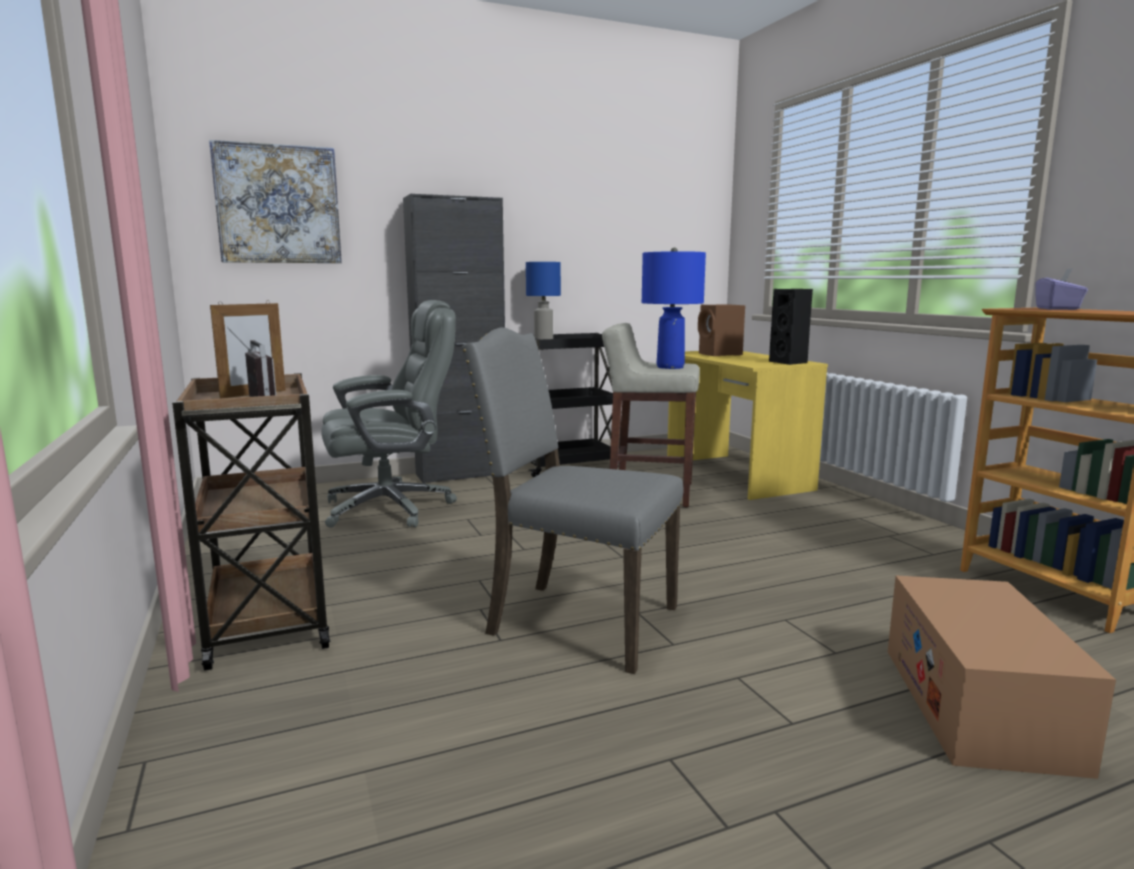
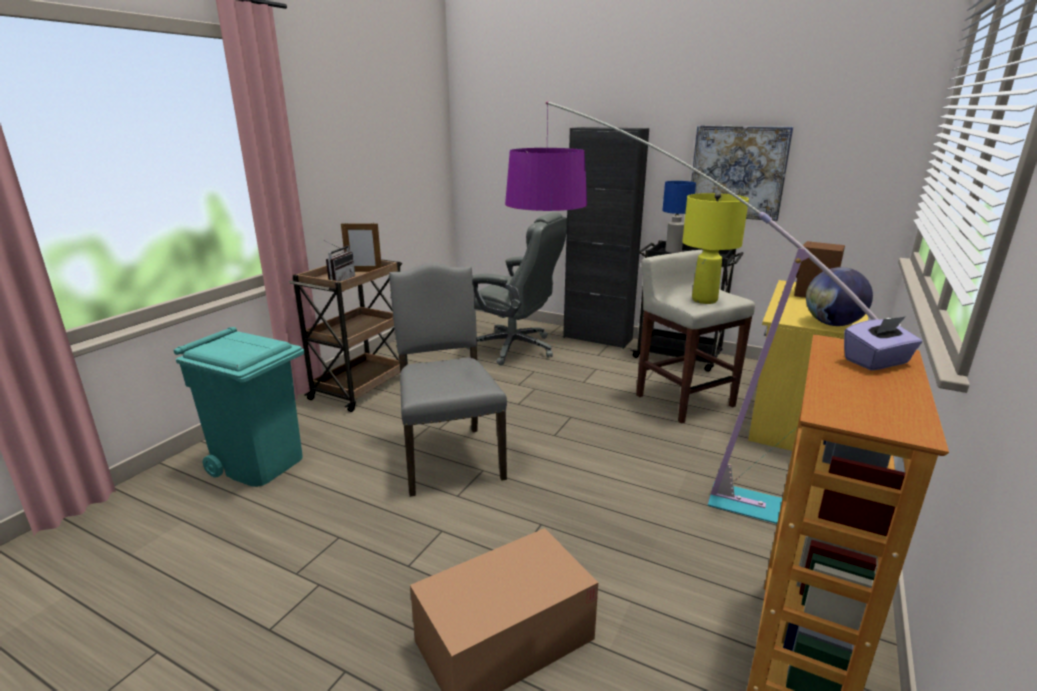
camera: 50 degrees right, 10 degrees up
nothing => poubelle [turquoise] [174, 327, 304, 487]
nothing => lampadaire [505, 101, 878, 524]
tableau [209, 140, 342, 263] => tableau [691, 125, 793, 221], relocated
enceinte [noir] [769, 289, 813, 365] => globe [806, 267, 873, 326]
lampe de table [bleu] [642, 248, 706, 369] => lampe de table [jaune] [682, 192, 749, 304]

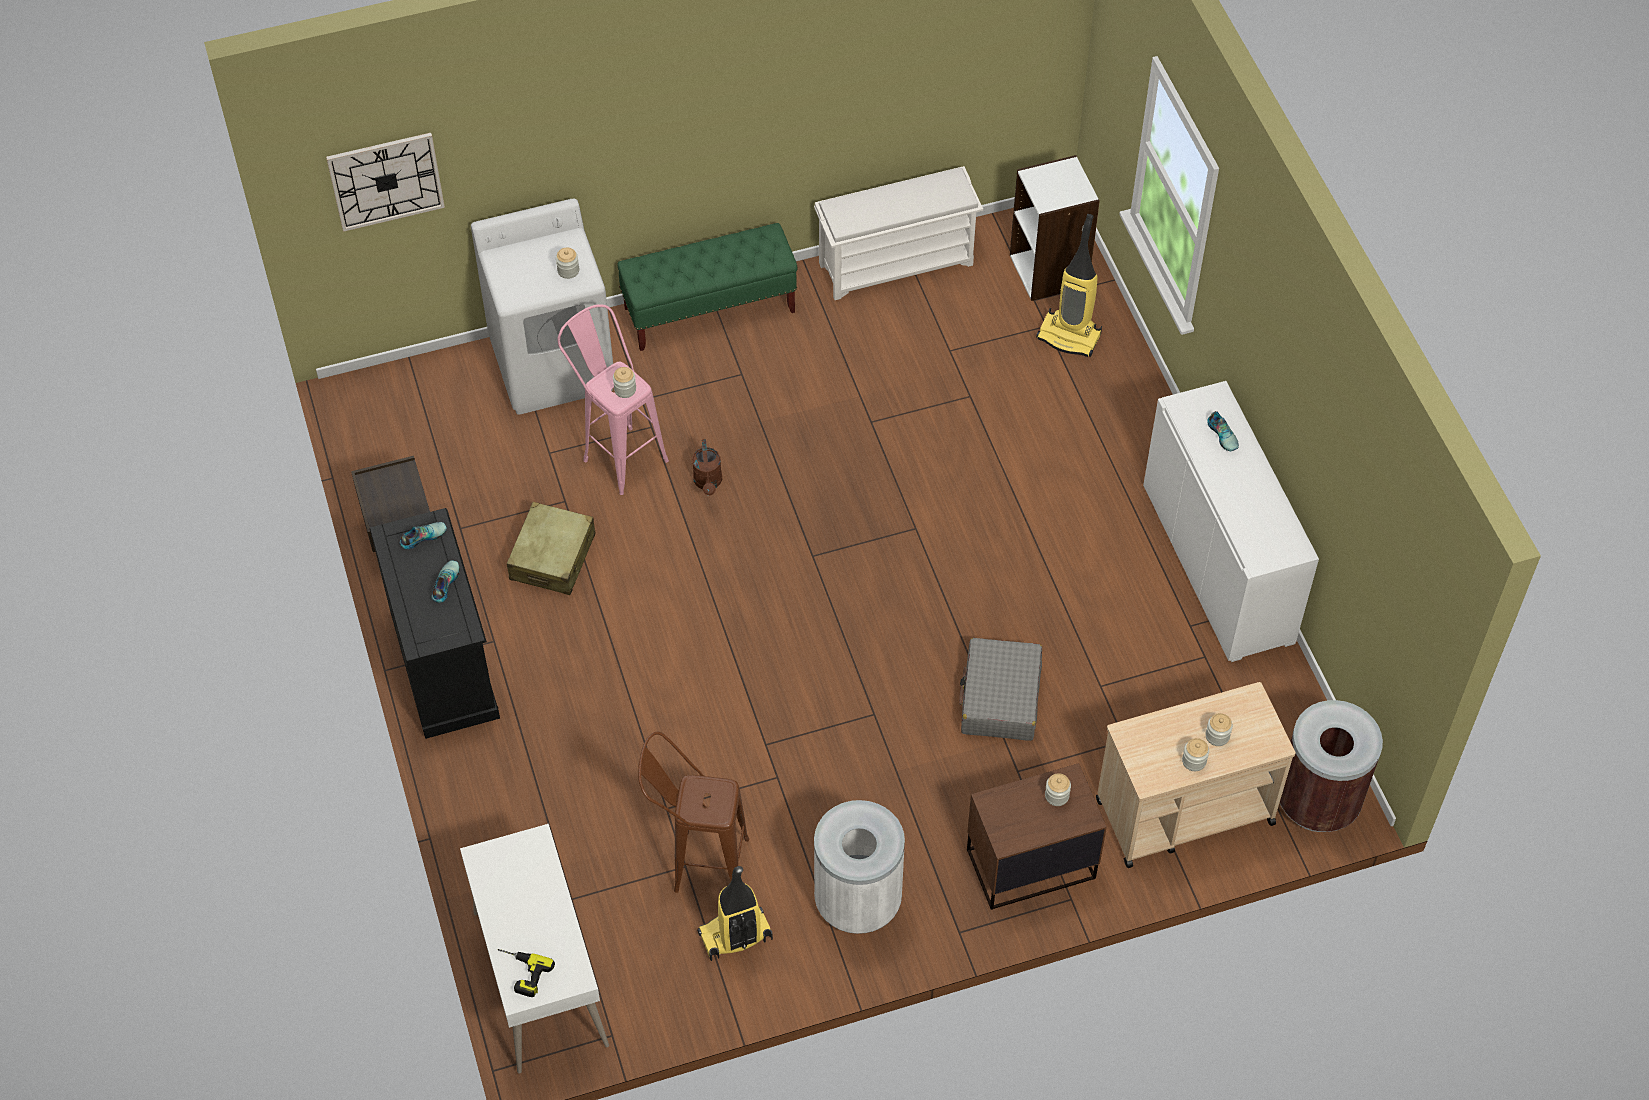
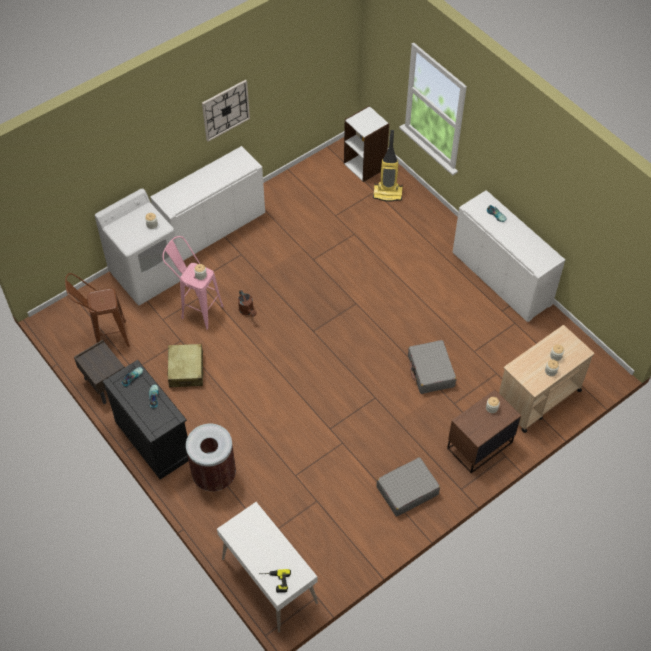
camera: 20 degrees left, 0 degrees up
aspirateur [697, 866, 773, 961] => nothing
étagère à chaussures [blanc] [814, 166, 983, 300] => nothing
horloge murale [326, 133, 445, 232] => horloge murale [202, 80, 250, 142], relocated
tabouret [marron] [638, 732, 749, 893] => tabouret [marron] [65, 273, 130, 347], relocated
poubelle [marron] [1280, 700, 1383, 832] => poubelle [marron] [186, 424, 236, 491], relocated
banc [vert] [618, 223, 797, 351] => meuble de rangement [blanc] [150, 146, 265, 261]
poubelle [blanc] [814, 800, 905, 934] => valise [gris] [376, 457, 440, 517]

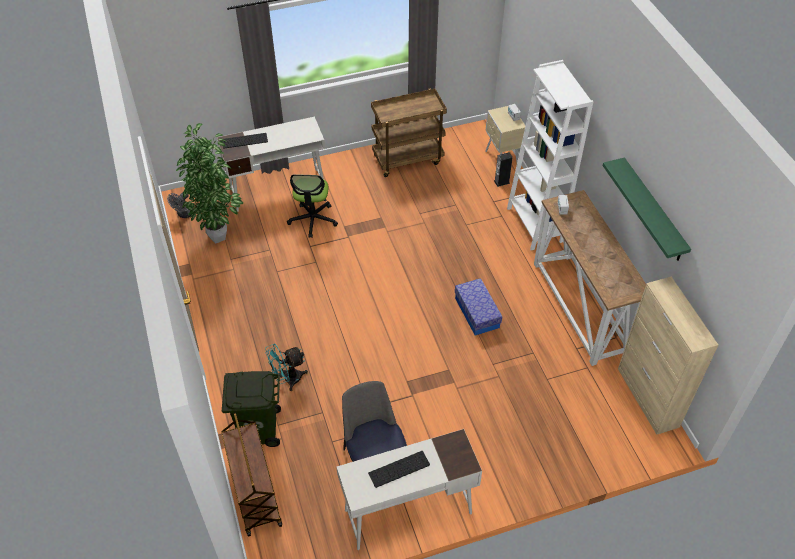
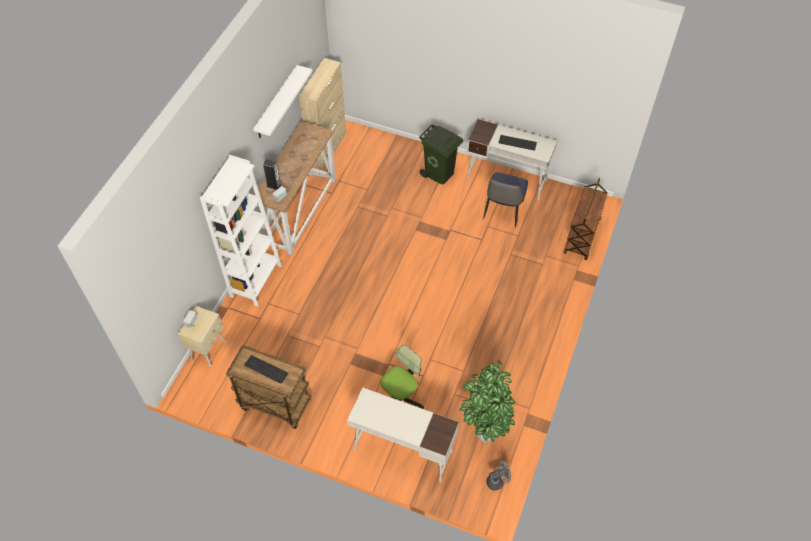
camera: 140 degrees left, 5 degrees up
ventilateur [turquoise] [265, 343, 308, 391] => nothing
boîte de rangement [455, 278, 502, 335] => nothing
clavier [222, 133, 268, 149] => clavier [244, 355, 288, 383], relocated
poubelle [vert] [222, 371, 281, 447] => poubelle [vert] [419, 124, 463, 184], relocated
enceinte [494, 152, 512, 187] => enceinte [263, 159, 282, 190], relocated
étagère [vert] [603, 157, 691, 261] => étagère [blanc] [253, 65, 313, 138]

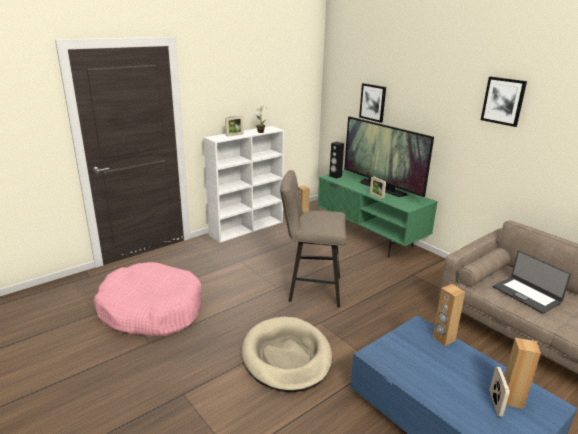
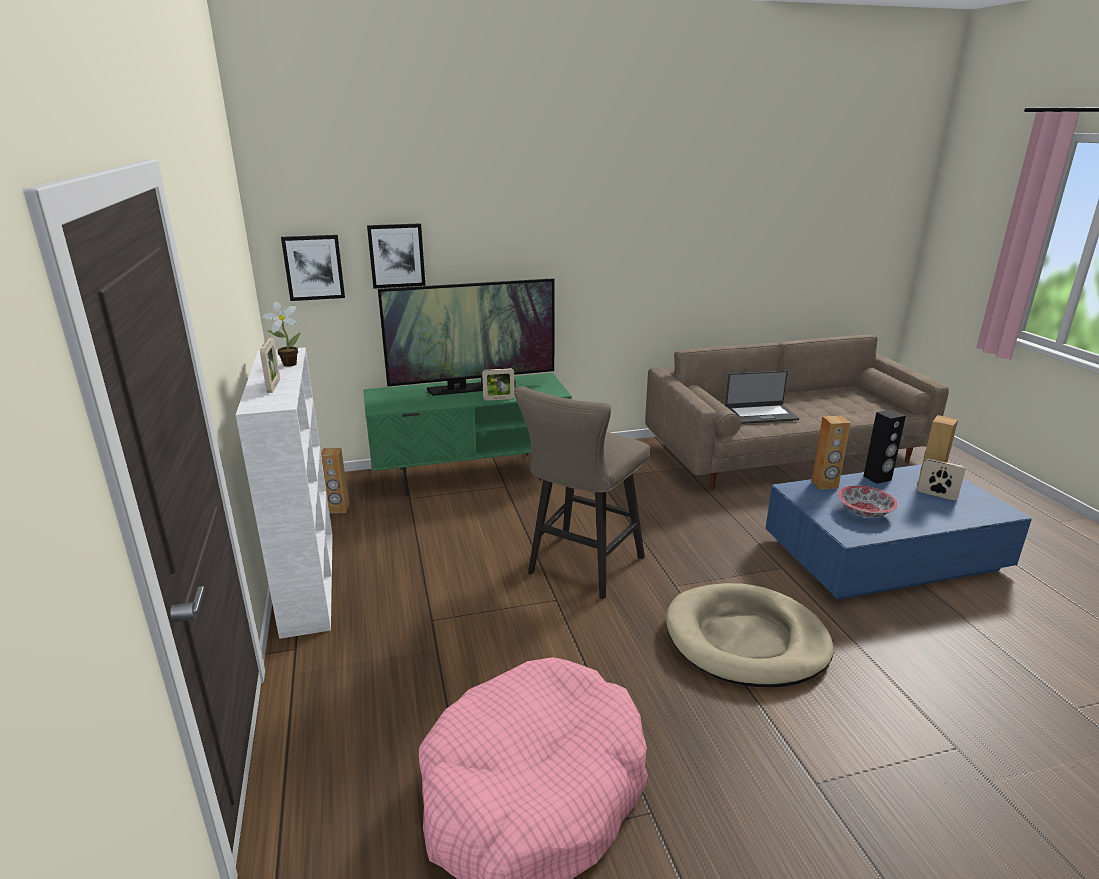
camera: 65 degrees left, 0 degrees up
nothing => bol [838, 485, 898, 517]
enceinte [noir] [329, 142, 344, 179] => enceinte [noir] [864, 409, 906, 484], relocated
tableau [481, 77, 527, 127] => tableau [281, 235, 345, 301], relocated

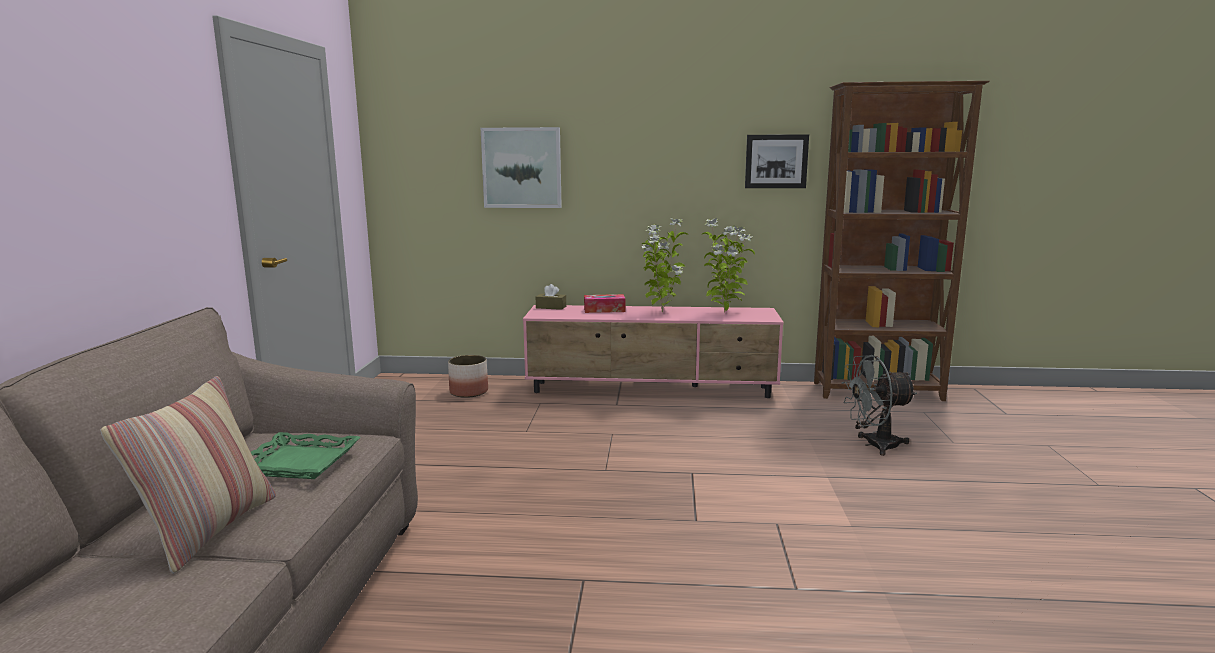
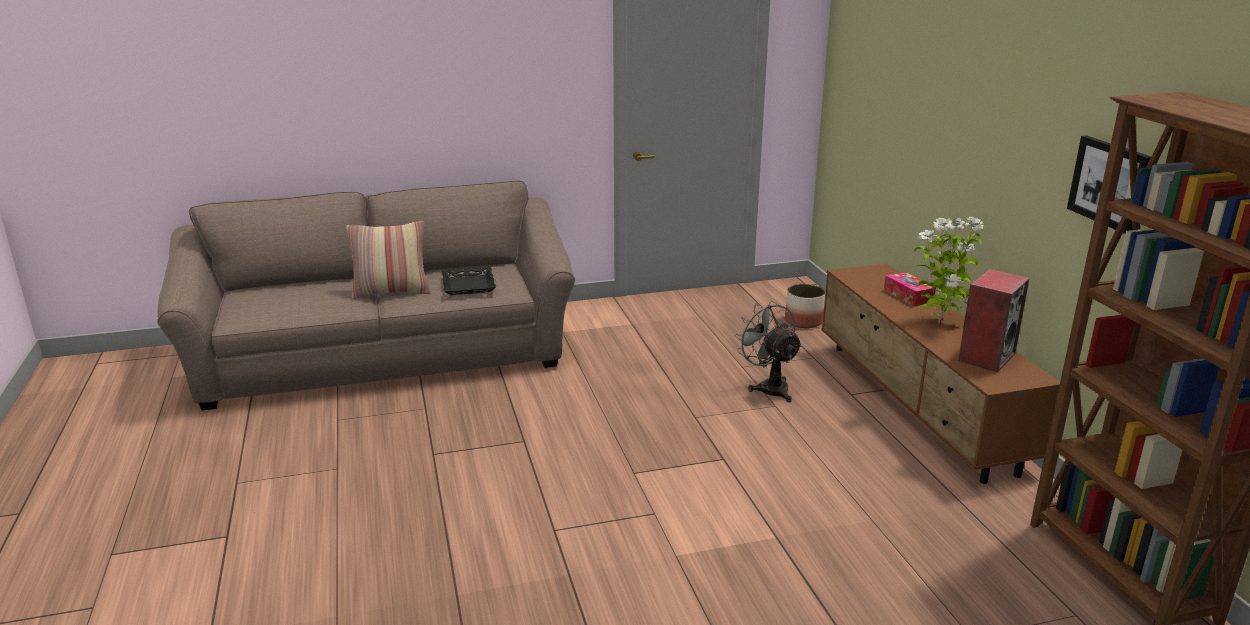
camera: 70 degrees right, 10 degrees up
tableau [481, 127, 562, 208] => nothing
boîte à mouchoirs [marron] [536, 284, 566, 310] => nothing
ventilateur [gris] [841, 355, 917, 456] => ventilateur [gris] [734, 301, 803, 402], relocated
plante en pot [702, 218, 755, 313] => enceinte [958, 269, 1029, 372]
plateau [vert] [251, 432, 361, 479] => plateau [noir] [442, 267, 496, 295]
meuble télé [rose] [523, 305, 784, 398] => meuble télé [marron] [822, 264, 1060, 484]

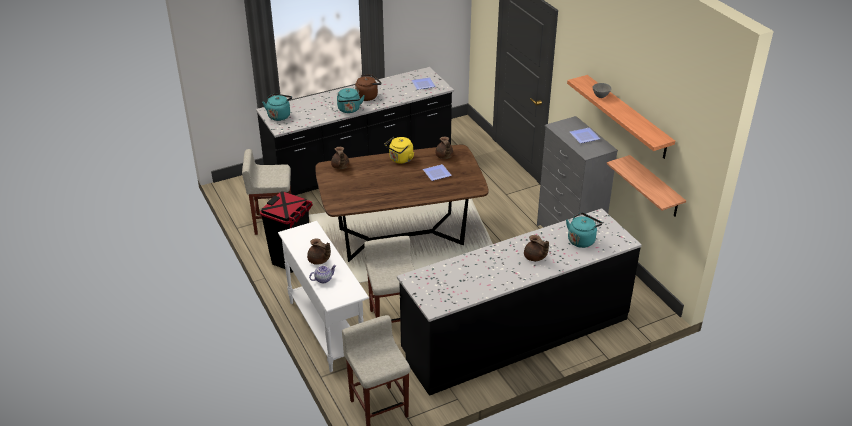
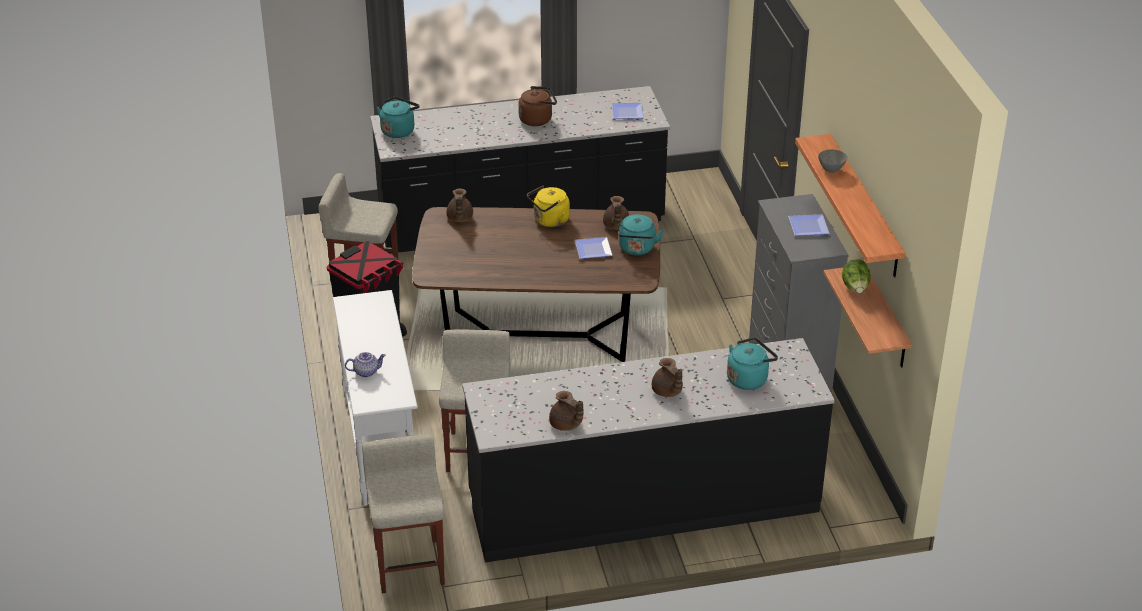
camera: 15 degrees right, 0 degrees up
nothing => laitue [842, 259, 871, 293]
théière [marron] [307, 239, 331, 265] => théière [marron] [549, 391, 583, 431], relocated
bouilloire [turquoise] [337, 88, 365, 113] => bouilloire [turquoise] [618, 214, 664, 255], relocated

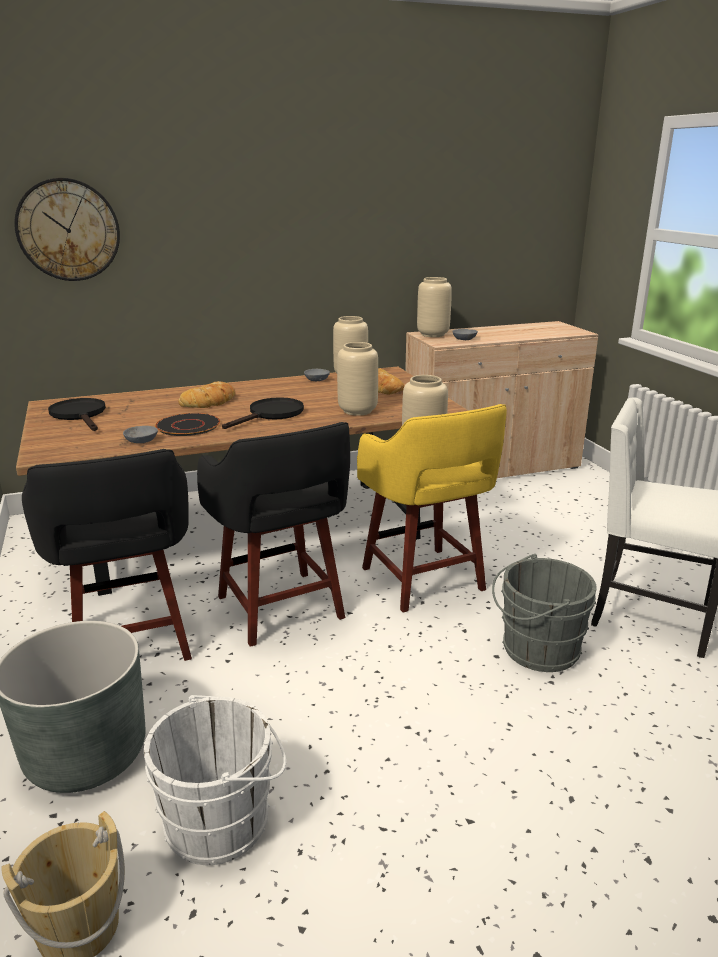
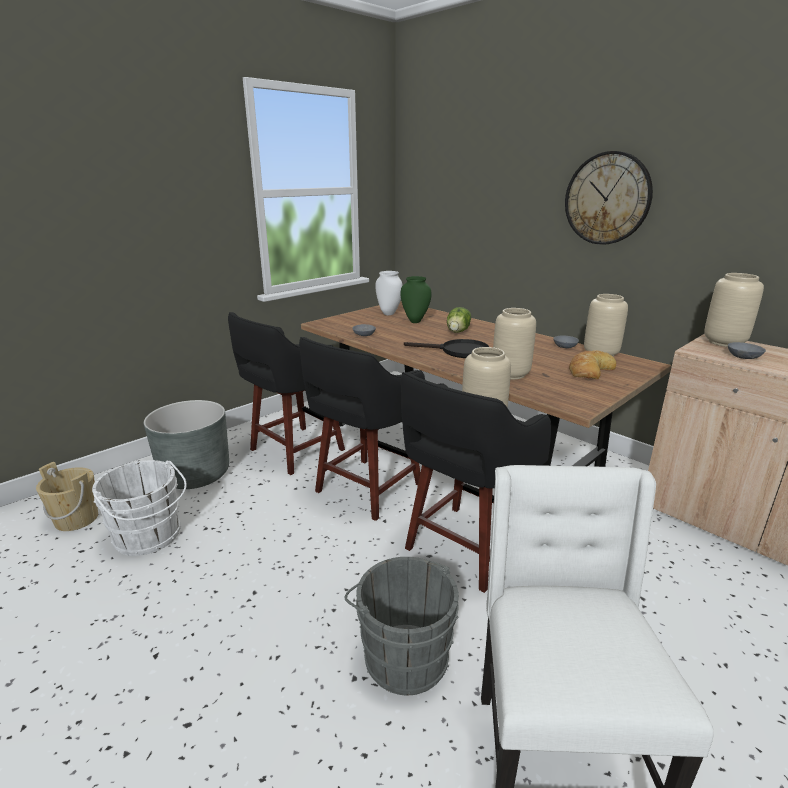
camera: 65 degrees right, 0 degrees up
assiette [noir] [155, 413, 220, 436] => nothing
nothing => vase [vert] [401, 276, 431, 323]
horloge murale [14, 178, 120, 281] => horloge murale [565, 151, 653, 245], relocated
poêle [noir] [48, 398, 106, 431] => vase [blanc] [375, 271, 403, 315]
pain [178, 381, 235, 408] => laitue [447, 307, 471, 333]
tabouret [jaune] [357, 404, 507, 613] => tabouret [noir] [401, 372, 551, 593]

